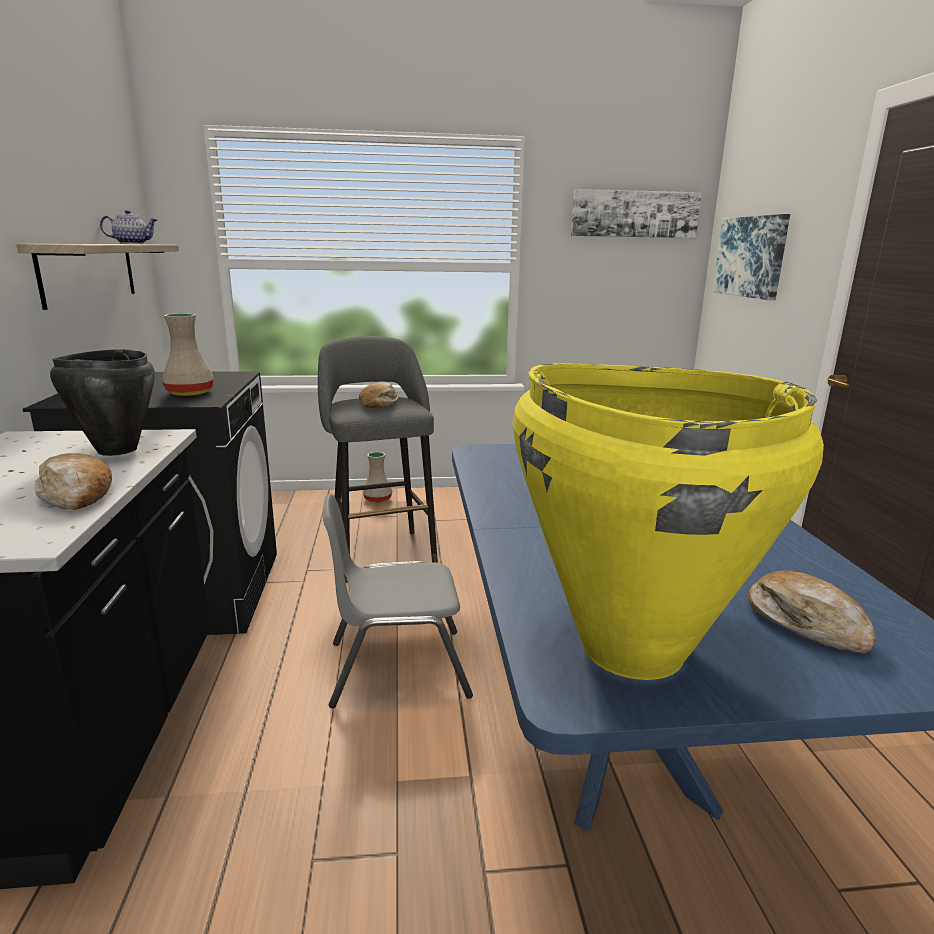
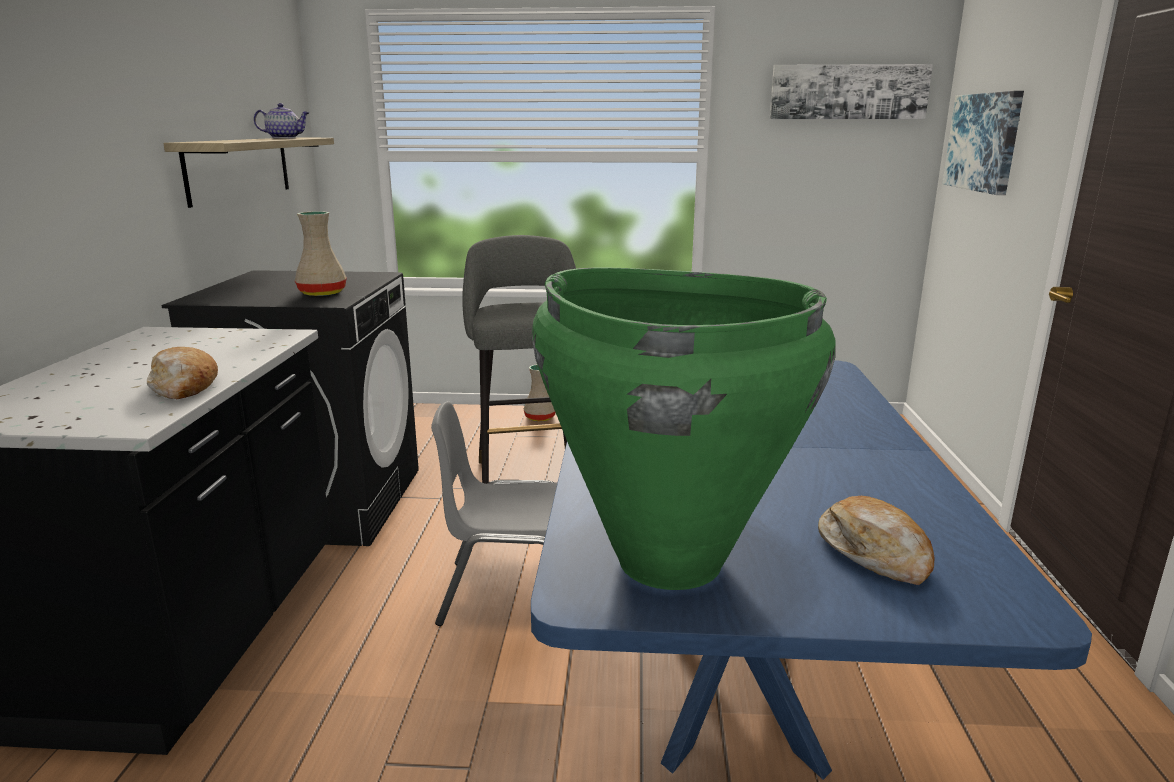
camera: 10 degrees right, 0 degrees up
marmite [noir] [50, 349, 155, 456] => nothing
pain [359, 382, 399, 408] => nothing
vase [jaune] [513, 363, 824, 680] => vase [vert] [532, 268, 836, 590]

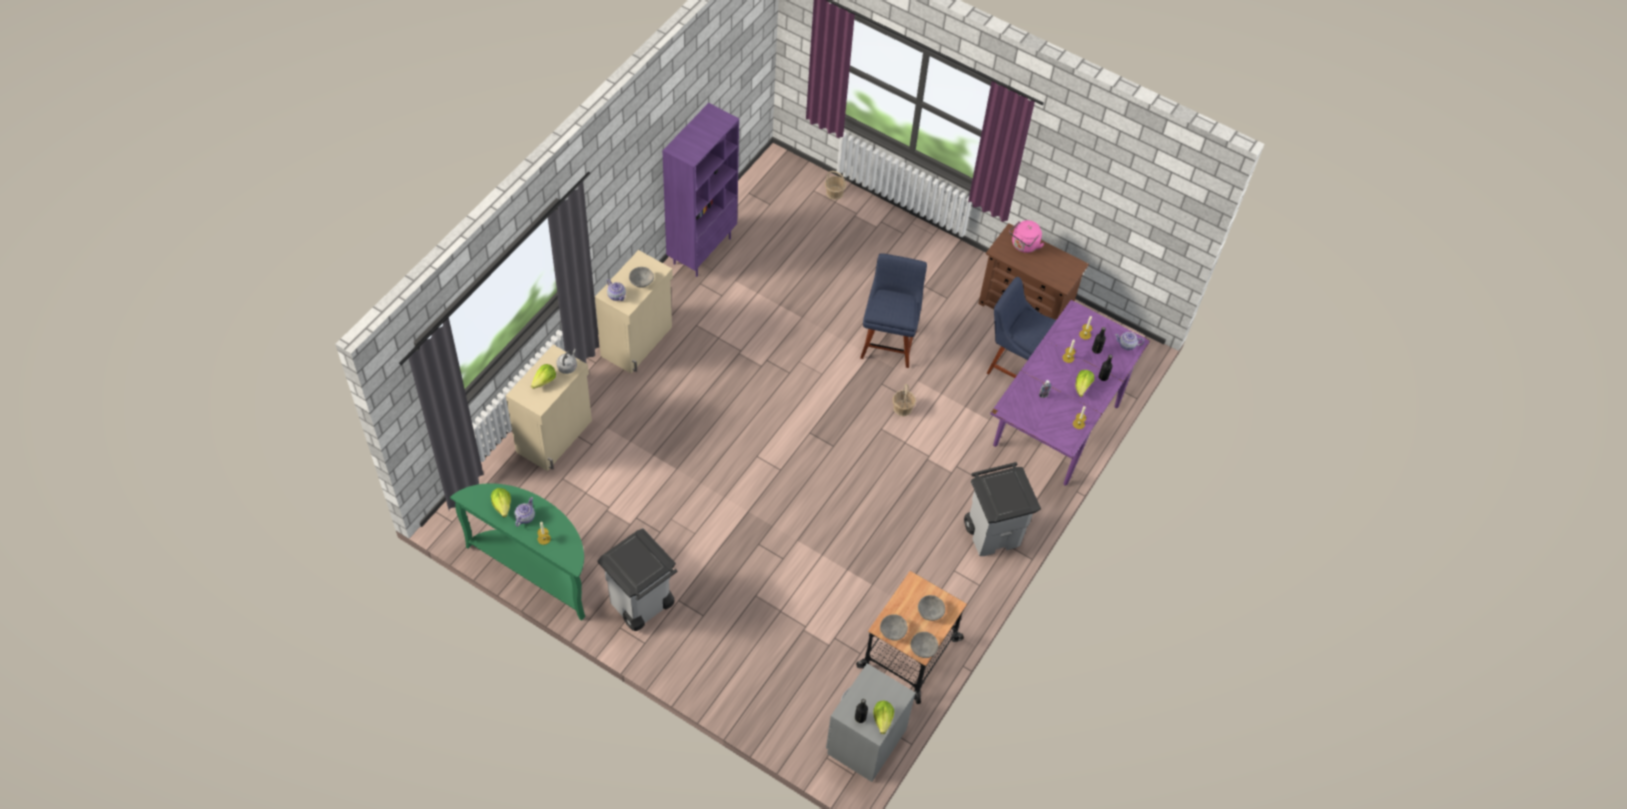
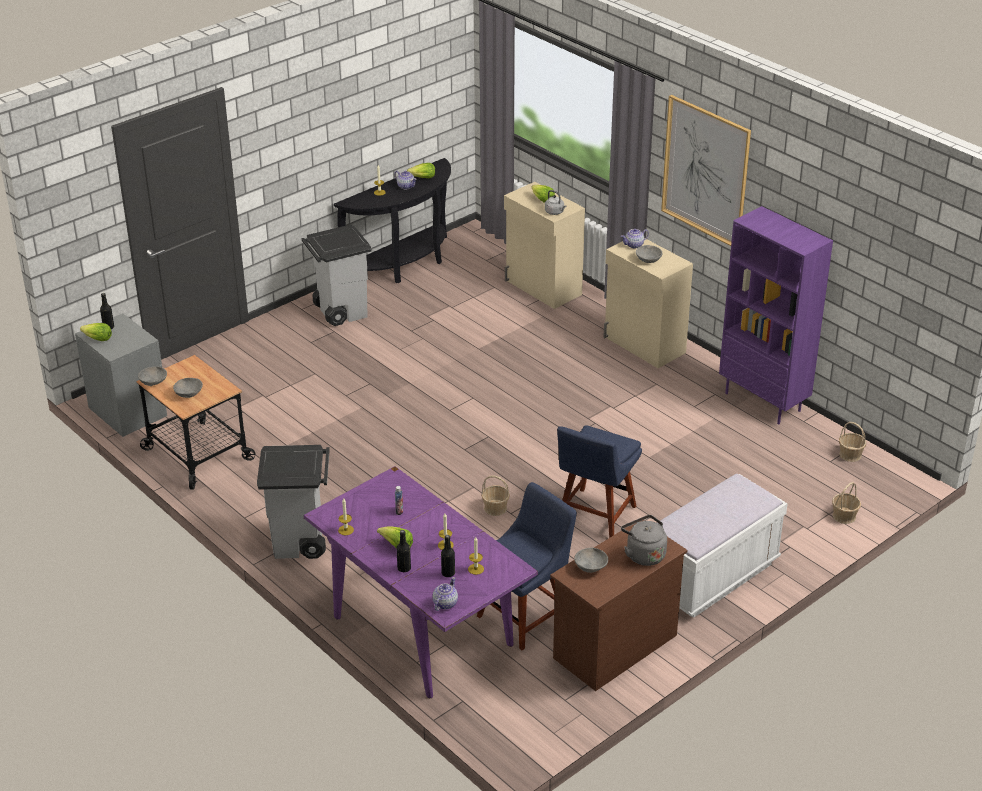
camera: 110 degrees right, 20 degrees down
nothing => banc [blanc] [658, 474, 788, 618]
nothing => tableau [661, 95, 751, 246]
nothing => panier [839, 422, 866, 462]
bol [gris] [880, 614, 908, 640] => bol [gris] [574, 548, 608, 573], relocated
table console [vert] [450, 483, 585, 621] => table console [noir] [334, 158, 451, 283]
bouilloire [rose] [1009, 220, 1045, 253] => bouilloire [gris] [621, 515, 667, 566]
chaise [bleu] [860, 253, 927, 368] => chaise [bleu] [557, 425, 642, 538], 90 degrees clockwise

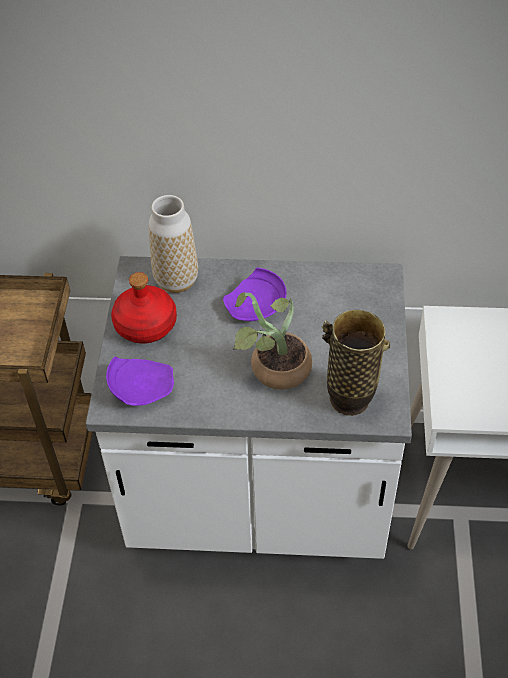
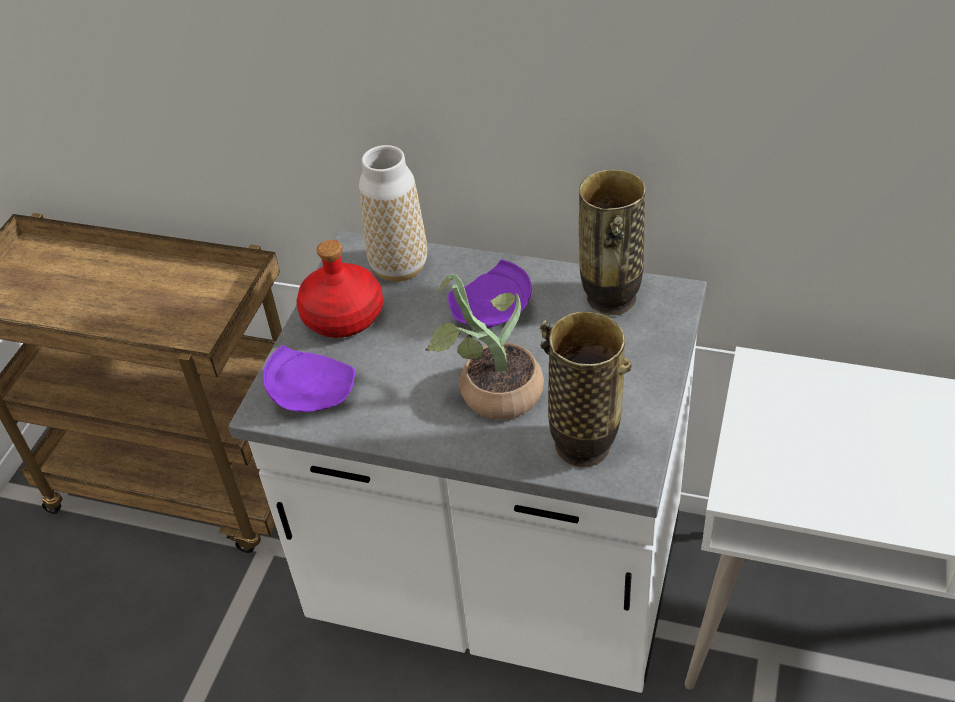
camera: 15 degrees right, 5 degrees down
nothing => vase [579, 170, 646, 315]

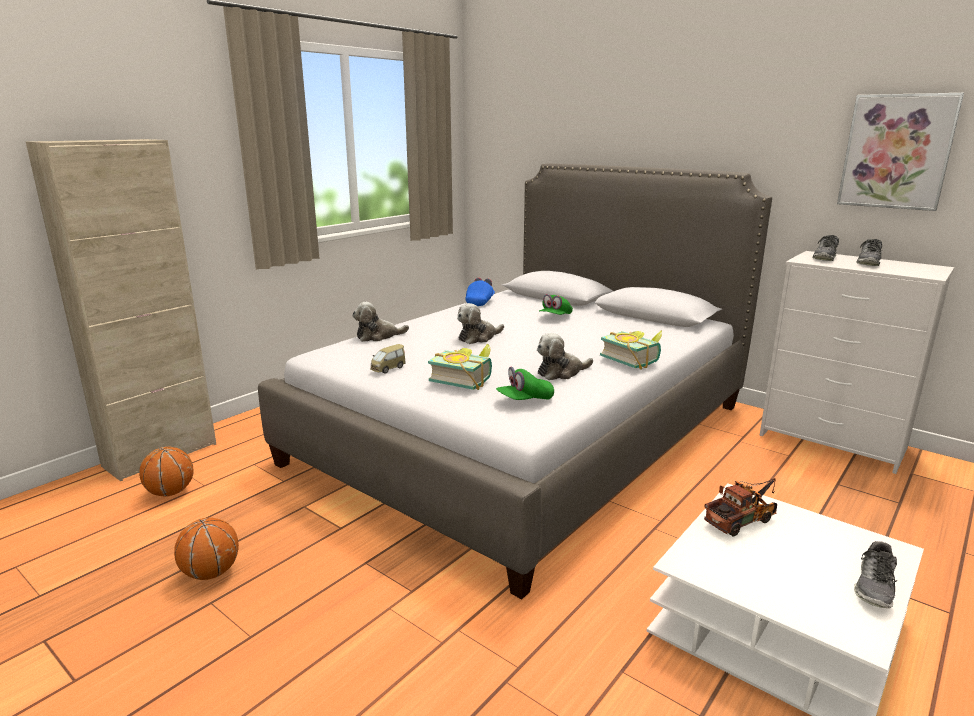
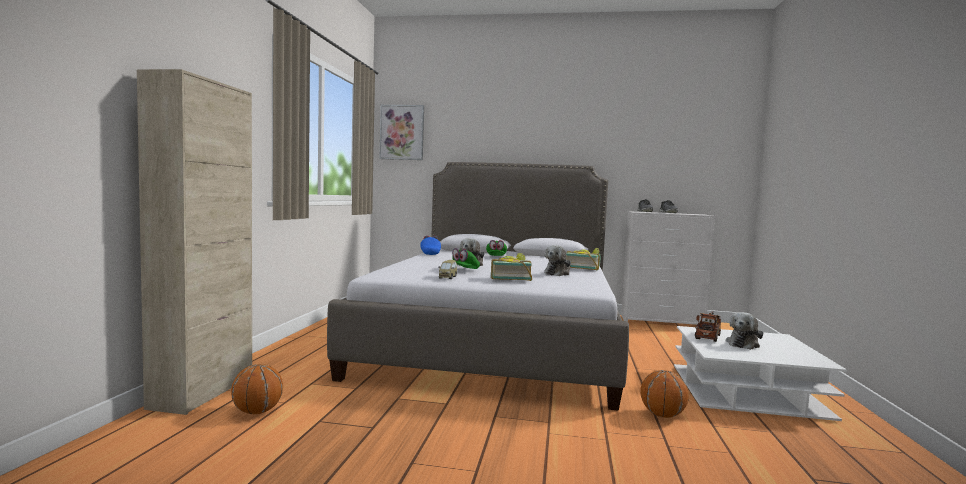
camera: 30 degrees left, 15 degrees down
chaussure [854, 541, 897, 608] => nothing
ballon de basket [174, 518, 239, 580] => ballon de basket [640, 370, 689, 418], relocated
peluche [352, 302, 409, 342] => peluche [726, 312, 763, 350], relocated
casquette [vert] [496, 367, 554, 400] => casquette [vert] [452, 248, 480, 269], relocated
tableau [837, 93, 964, 211] => tableau [379, 105, 424, 160], relocated

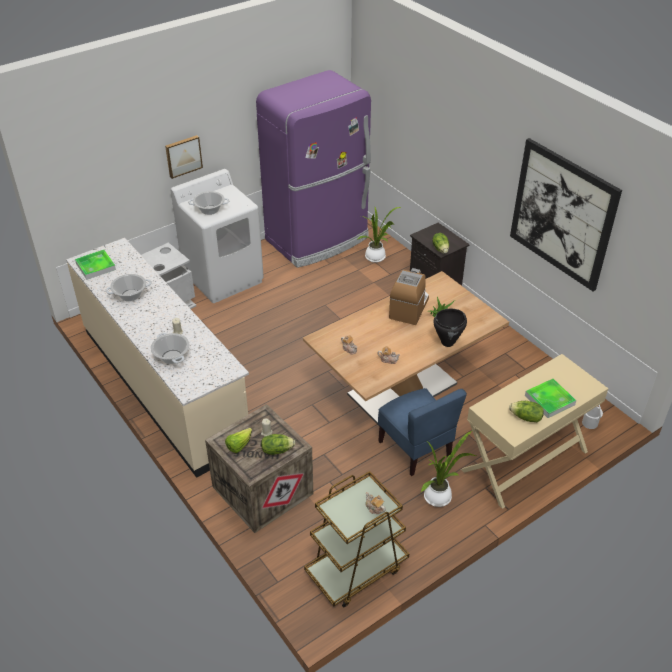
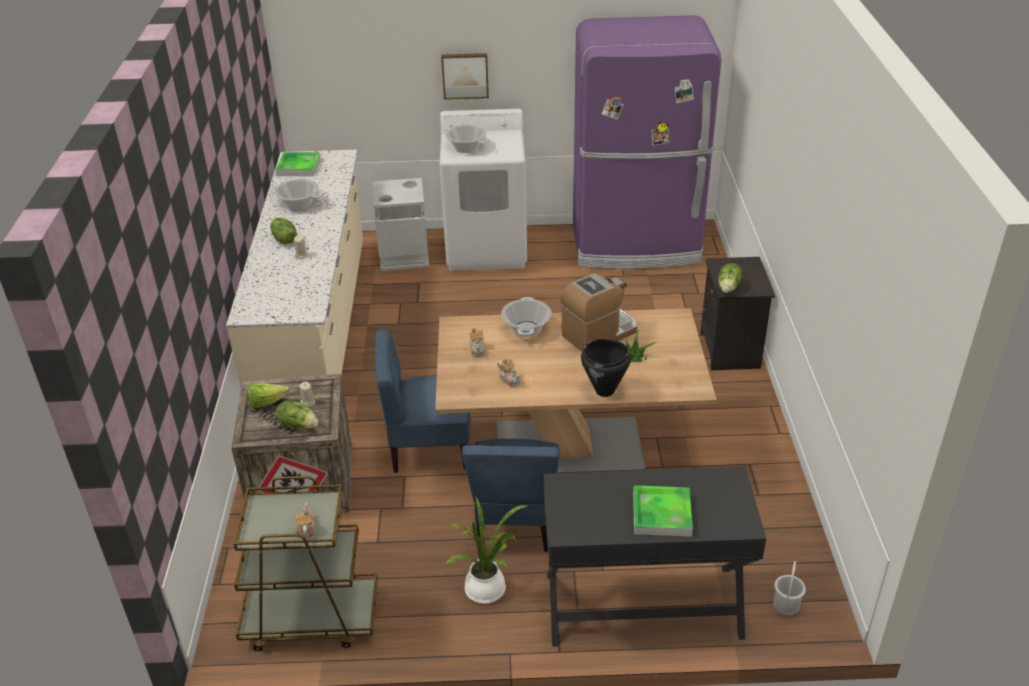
camera: 35 degrees right, 5 degrees down
plante en pot [357, 206, 401, 263] => nothing
tableau [510, 138, 622, 291] => nothing
nothing => chaise [bleu] [375, 329, 471, 473]
marmite [151, 333, 190, 364] => marmite [501, 297, 552, 337], relocated
laitue [509, 401, 544, 422] => laitue [270, 217, 297, 245], relocated
bureau [beige] [461, 354, 608, 509] => bureau [noir] [544, 467, 766, 647]

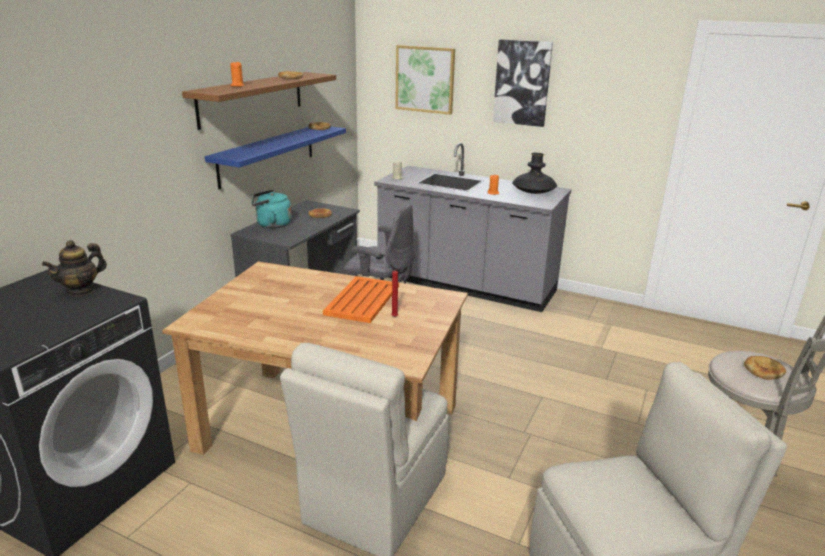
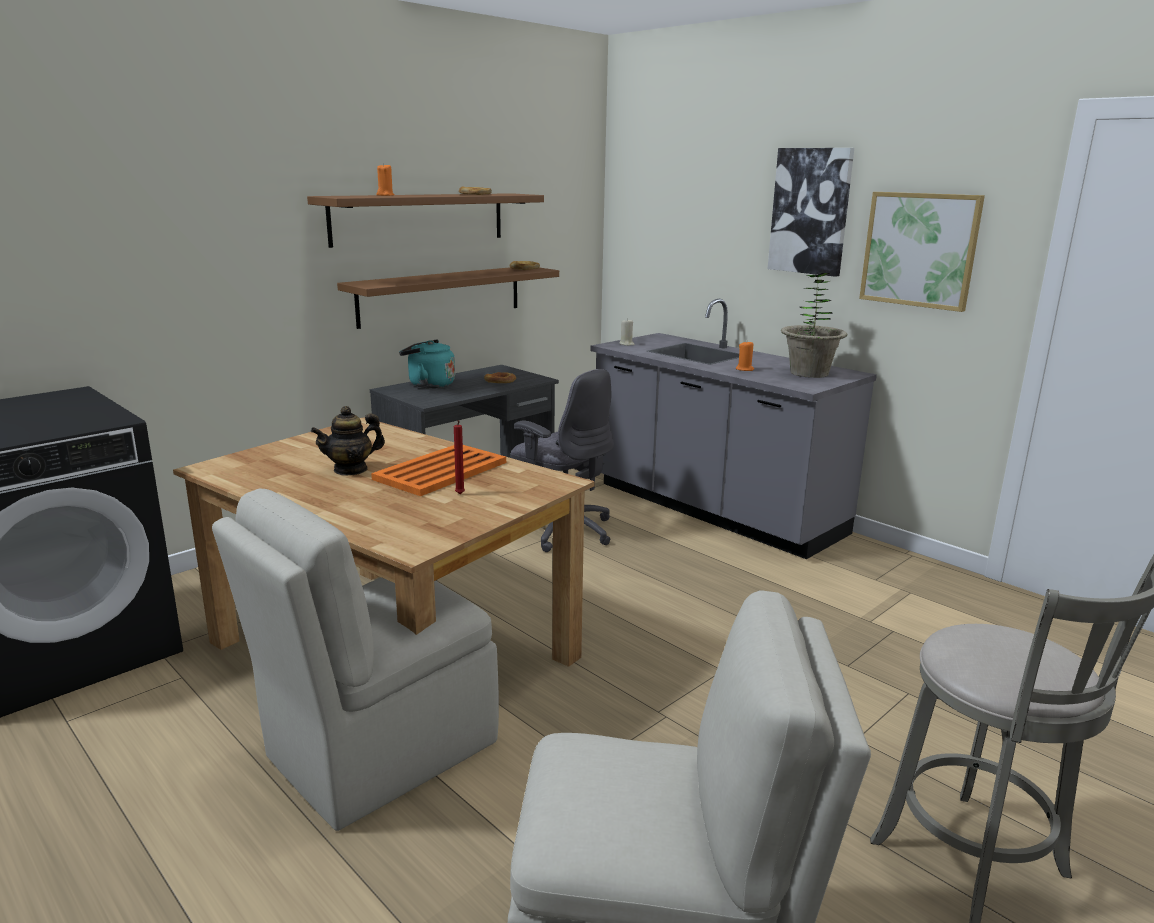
camera: 20 degrees right, 5 degrees down
pain [744, 356, 786, 380] => nothing
théière [42, 240, 107, 297] => théière [311, 406, 385, 476], relocated
tableau [395, 45, 455, 115] => tableau [859, 192, 985, 312], relocated
vase [noir] [512, 153, 557, 194] => plante en pot [781, 273, 848, 378]
étagère [bleu] [205, 127, 346, 189] => étagère [marron] [337, 267, 559, 329]

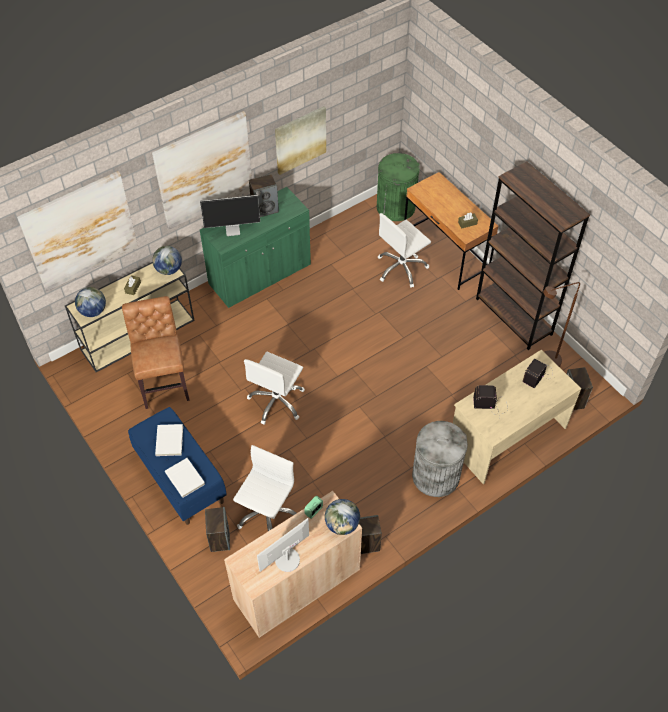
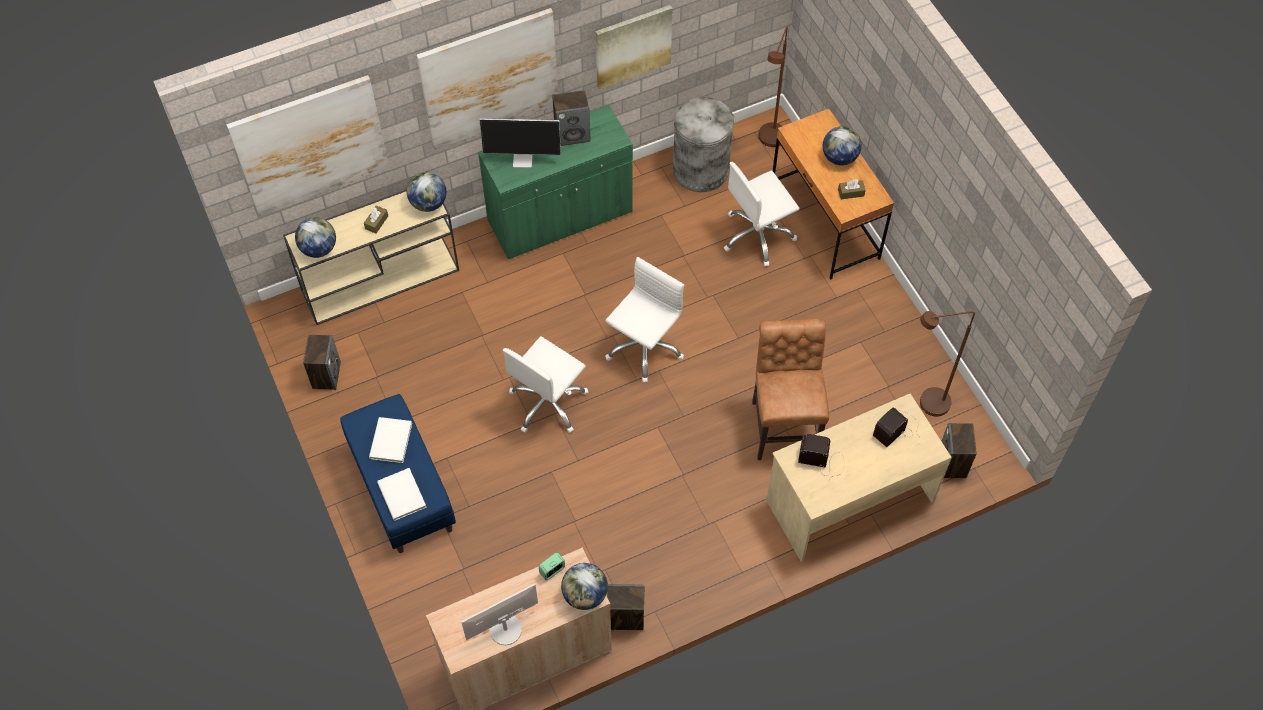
camera: 10 degrees right, 5 degrees up
bibliothèque [marron] [476, 161, 590, 350] => nothing
nothing => globe [822, 126, 862, 166]
chaise [marron] [122, 296, 190, 409] => chaise [marron] [752, 319, 829, 460], relocated
enceinte [205, 507, 230, 552] => enceinte [303, 335, 341, 390], relocated
chaise de bureau [blanc] [233, 445, 297, 531] => chaise de bureau [blanc] [605, 257, 684, 382], relocated
poubelle [gris] [412, 421, 468, 497] => poubelle [gris] [673, 97, 734, 192], relocated
poubelle [vert] [377, 153, 420, 221] => lampadaire [marron] [759, 27, 788, 147]

